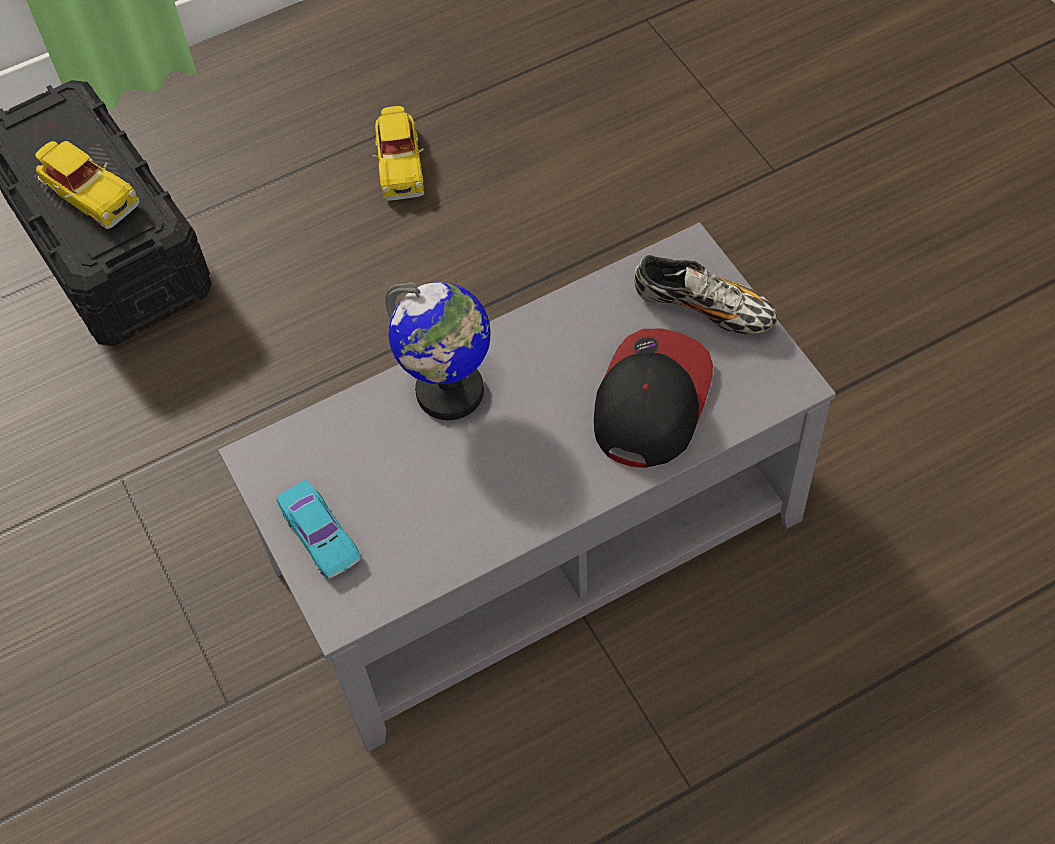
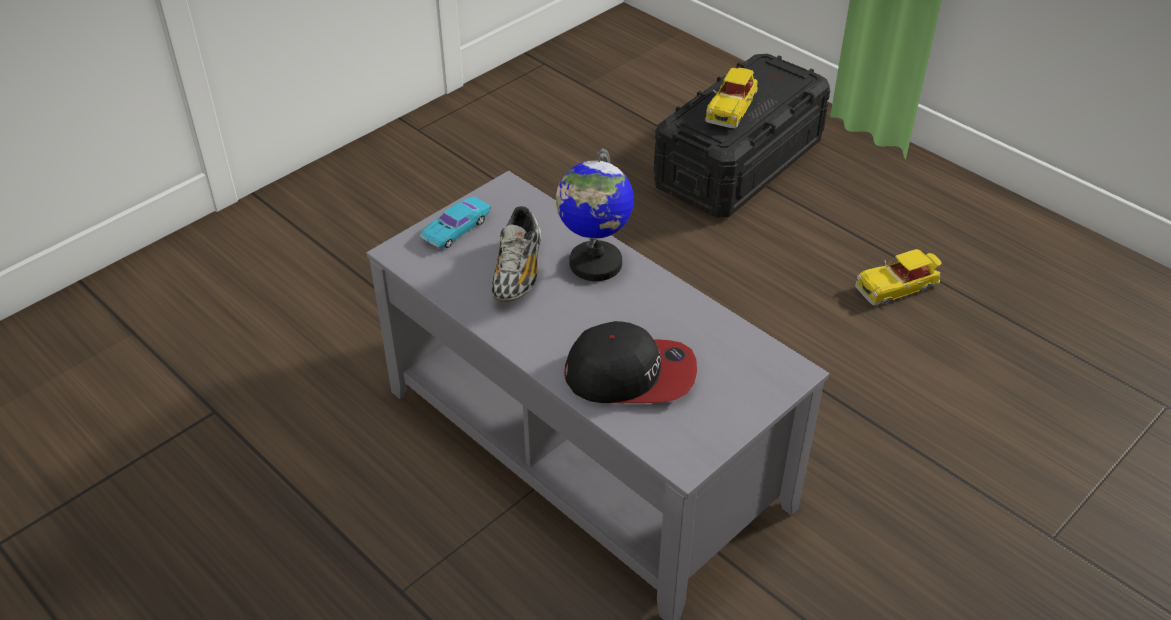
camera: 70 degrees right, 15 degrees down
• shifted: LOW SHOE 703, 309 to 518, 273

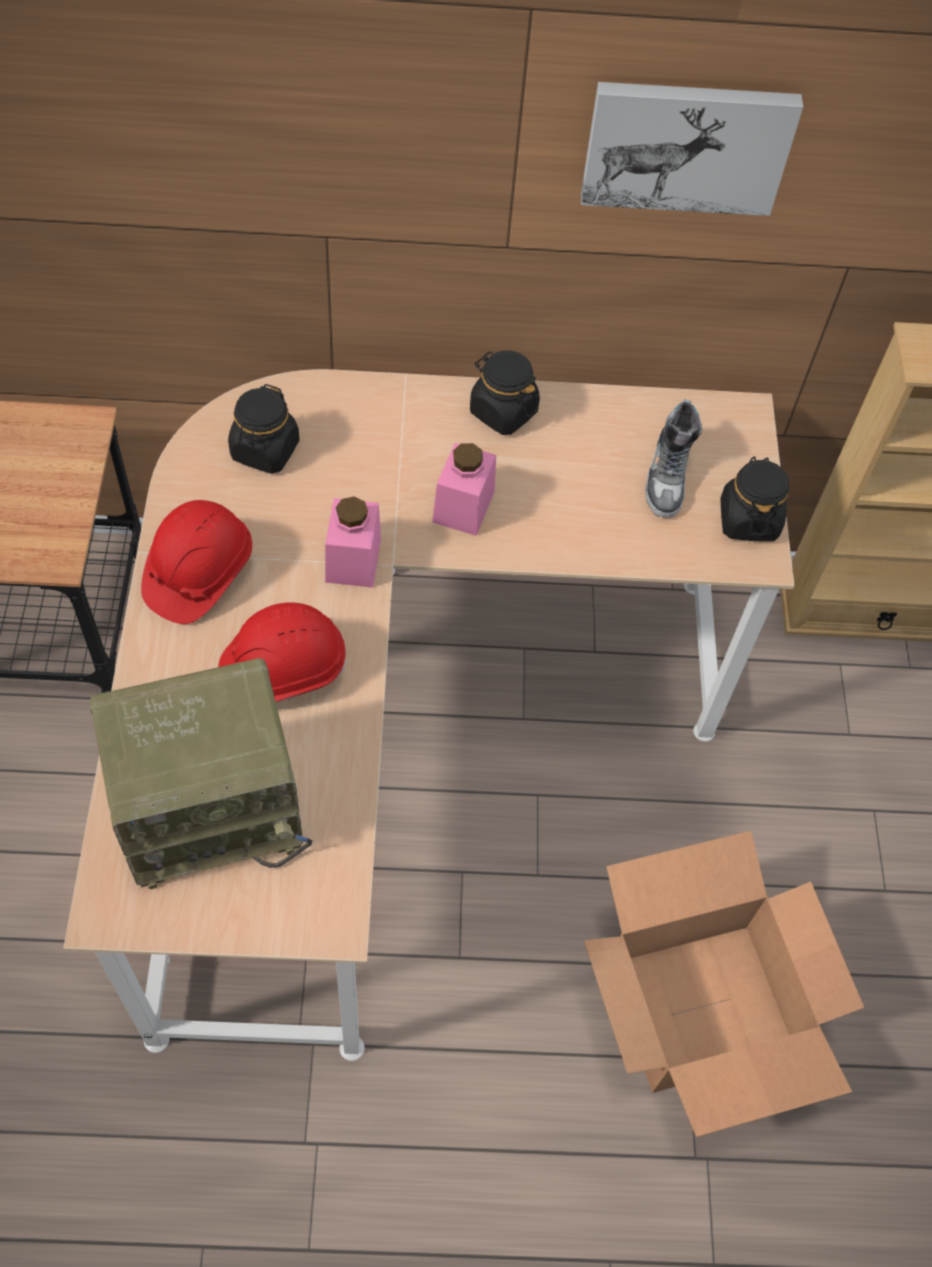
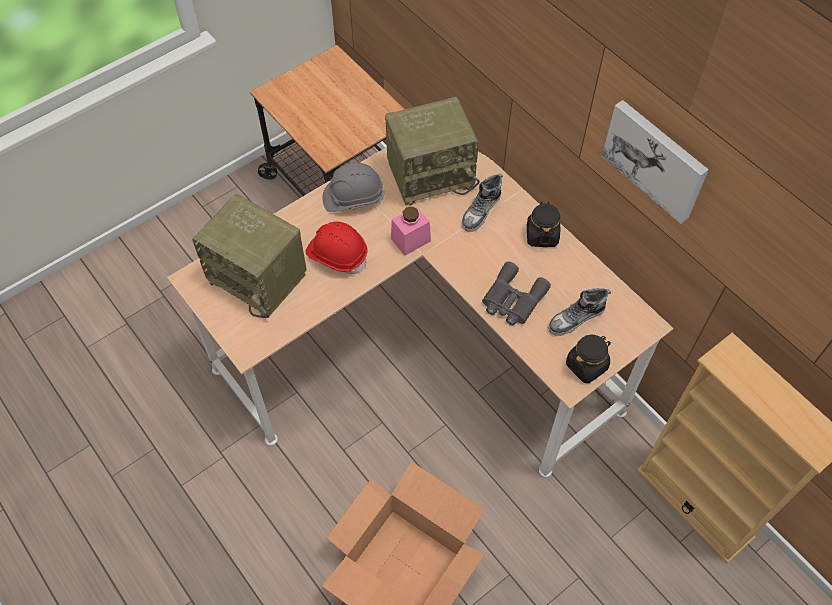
camera: 55 degrees right, 0 degrees up
• gone: PINKISH STORAGE JAR 463, 506
• new: LOW SHOE 481, 211
• new: GRAY BINOCULARS 512, 300
• swapped: BLACKISH STORAGE JAR 265, 450 to RADIO 431, 173
• repainted: REDDISH HARD HAT 198, 573 to GRAY HARD HAT 353, 197

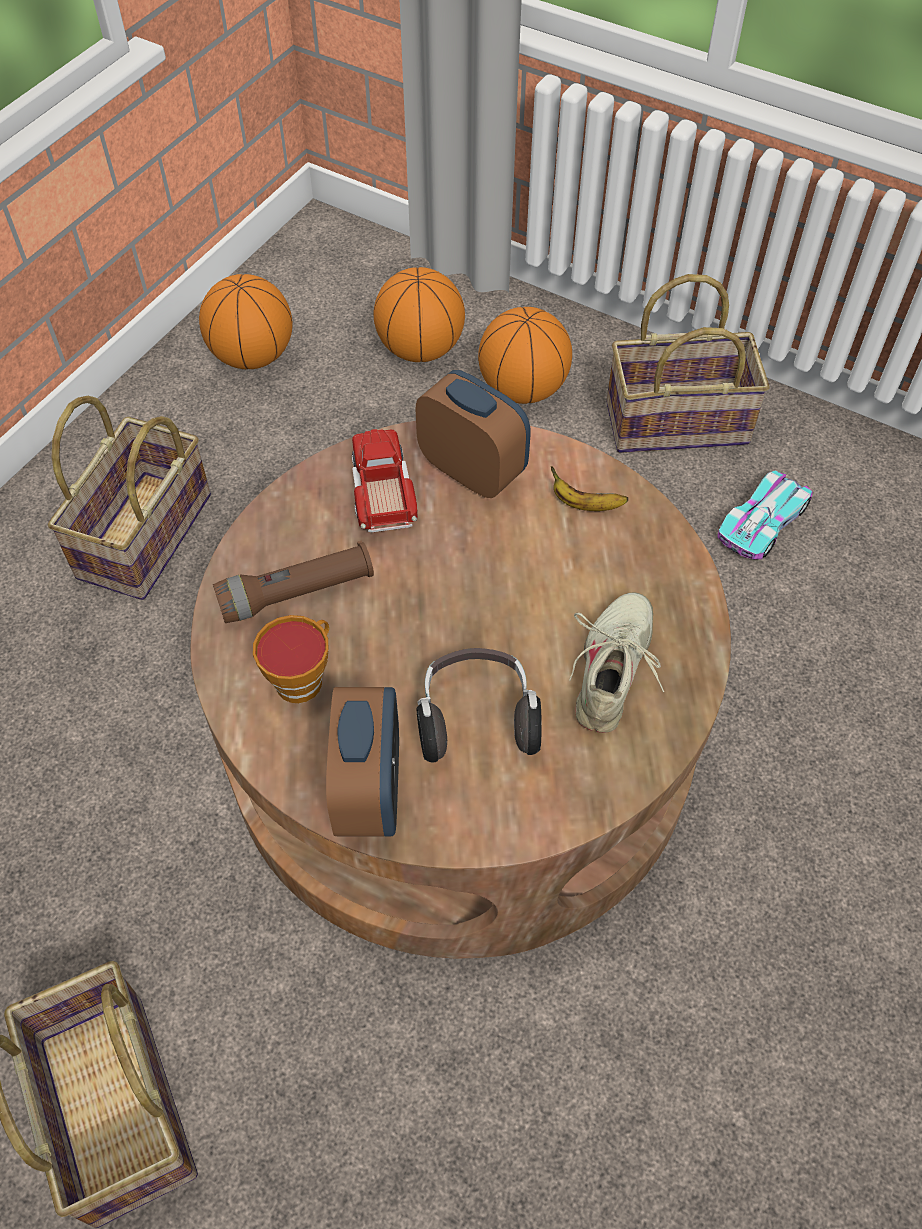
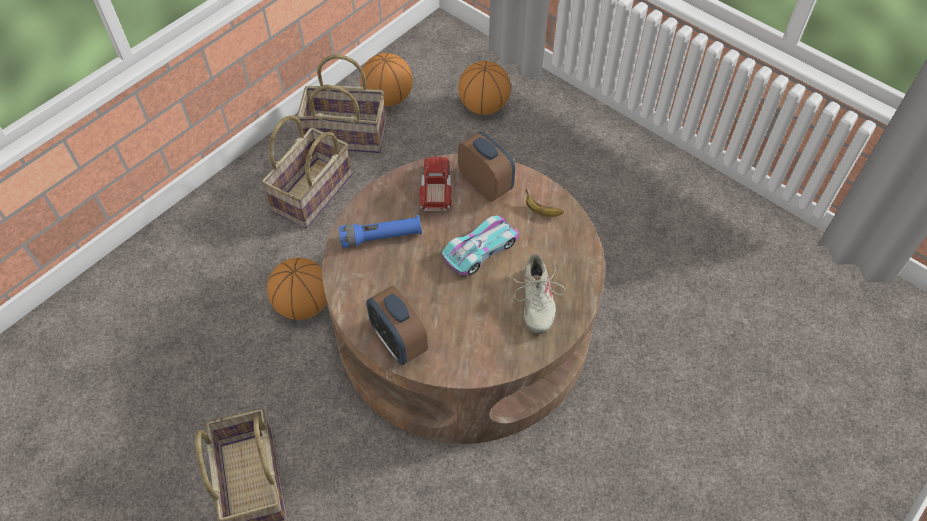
camera: 10 degrees right, 0 degrees up
• gone: DRINKING CUP 302, 678
• gone: HEADPHONES 477, 717
• shifted: BALL FOR BASKETBALL 523, 389 to 303, 305
• shifted: BASKET 677, 421 to 347, 135
• shifted: MINIATURE CAR 763, 521 to 481, 249
• repainted: BROWNISH HAND TORCH 297, 593 to BLUISH HAND TORCH 381, 237
• rotated: TABLE CLOCK 369, 791 = 398, 342 135 degrees clockwise
• rotated: BEIGE-COLOURED LOW SHOE 613, 671 = 536, 301 150 degrees clockwise

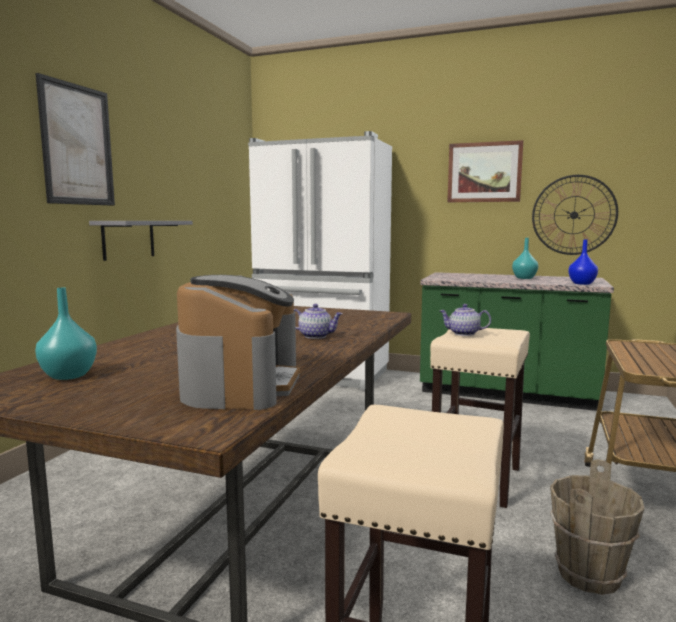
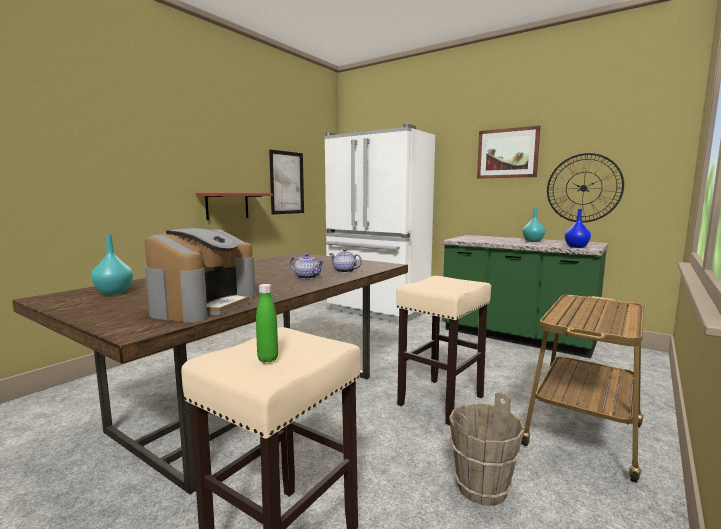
camera: 15 degrees right, 0 degrees up
• new: GREEN DRINK BOTTLE 268, 359
• shifted: WALL ART 77, 145 to 287, 182
• shifted: TEAPOT 463, 334 to 344, 271
• repainted: GRAY BRACKET SHELF 128, 239 to REDDISH BRACKET SHELF 227, 206

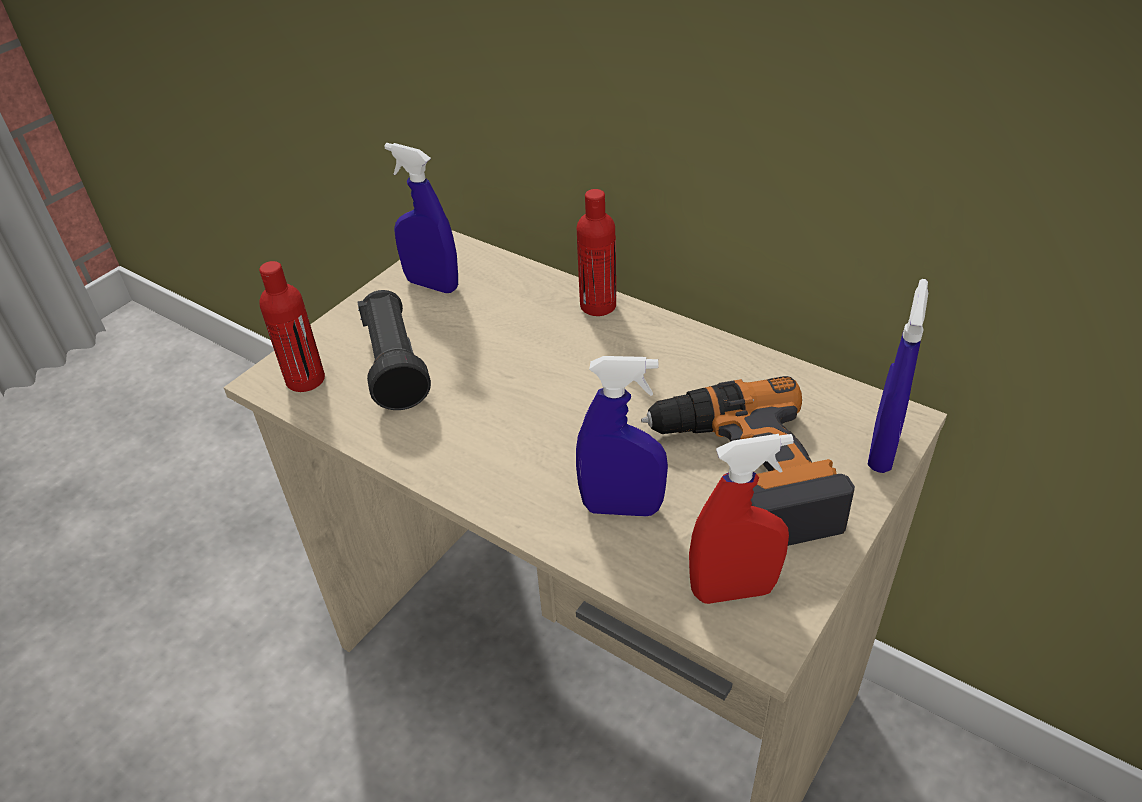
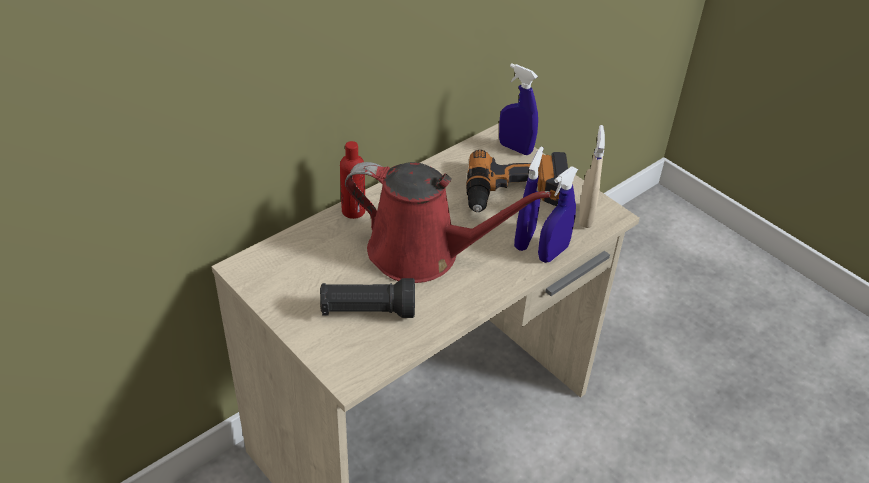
camera: 80 degrees left, 0 degrees up
• gone: REDDISH DRINK BOTTLE 305, 379
• new: REDDISH WATERING CAN 422, 253
• shifted: BLUISH HAND SPRAYER 432, 285 to 553, 253
• repainted: REDDISH HAND SPRAYER 733, 590 to BEIGE-COLOURED HAND SPRAYER 585, 216

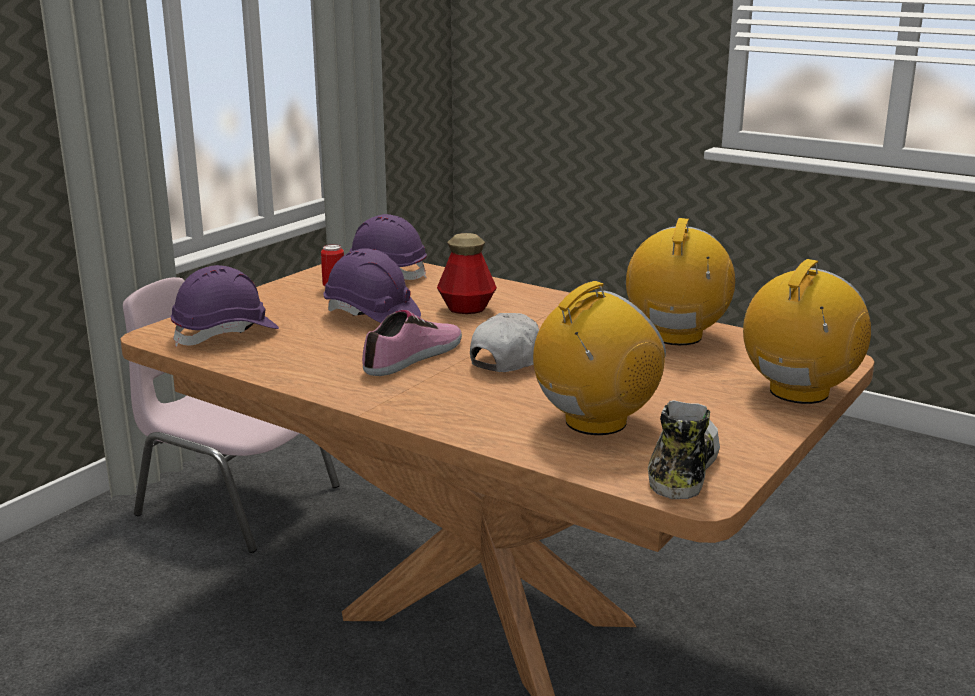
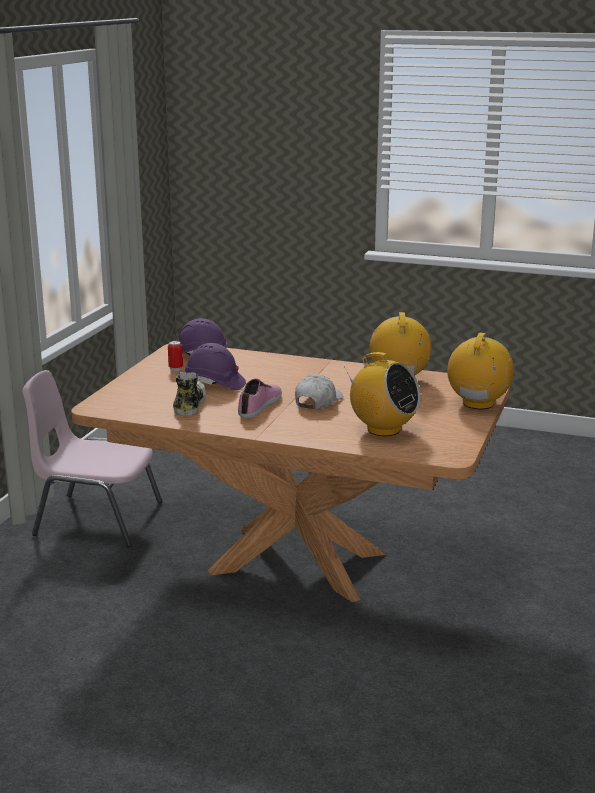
camera: 15 degrees left, 0 degrees up
• gone: PURPLISH HARD HAT 226, 334
• gone: DRINK BOTTLE 466, 309
• shifted: LOW SHOE 680, 470 to 188, 405
• rotated: RADIO 595, 422 = 383, 429 90 degrees clockwise

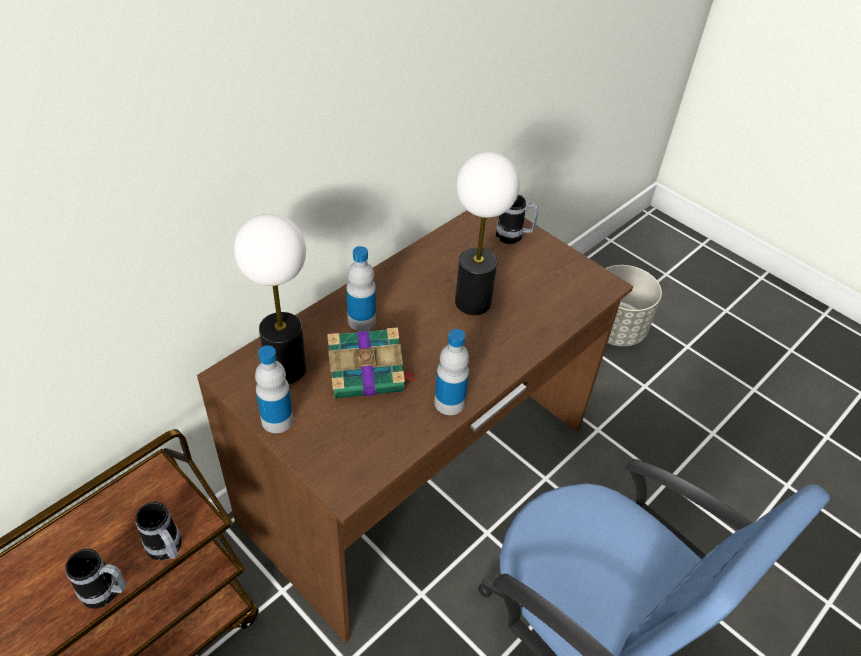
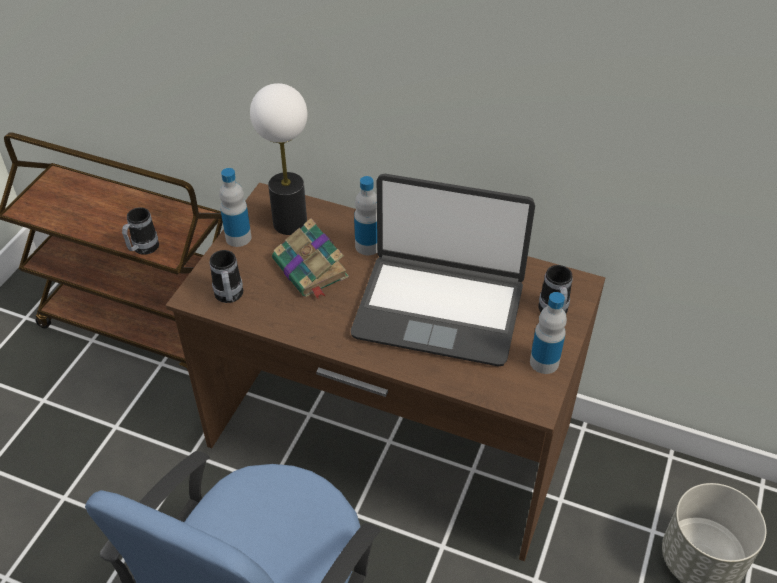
camera: 70 degrees right, 0 degrees up
• shifted: COFFEE MUG 106, 593 to 229, 297
• shifted: DRINK BOTTLE 449, 402 to 544, 362
• swapped: TABLE LAMP 472, 301 to NOTEBOOK COMPUTER 439, 308

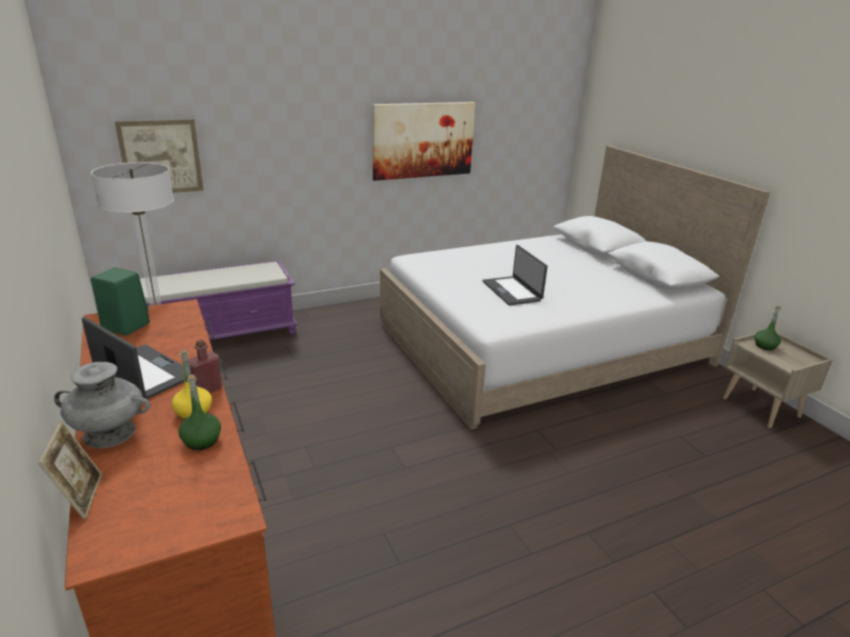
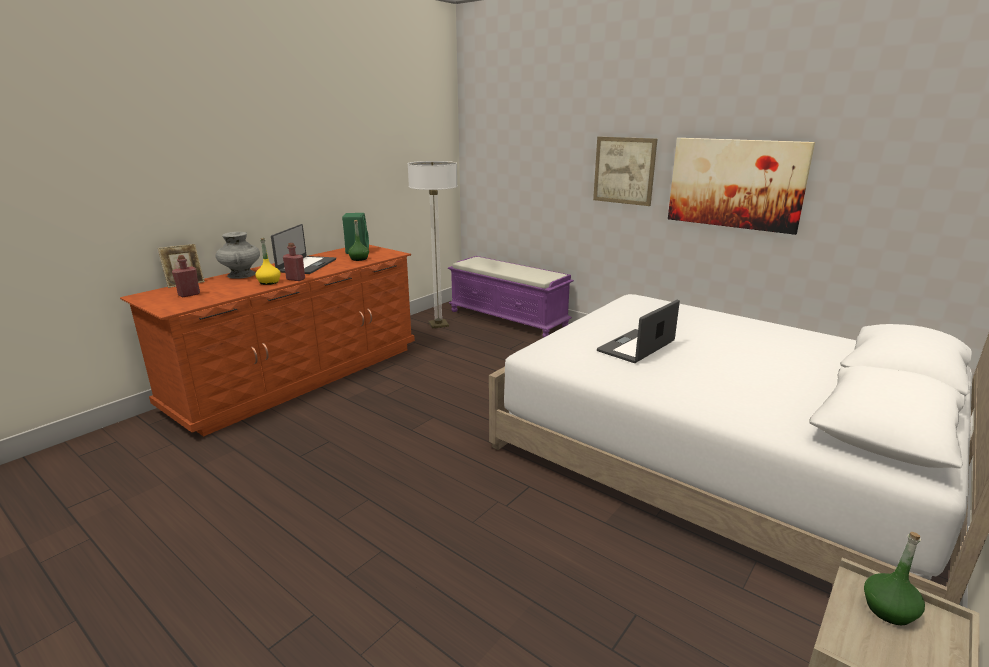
camera: 65 degrees right, 5 degrees down
• new: REDDISH DRINK BOTTLE 189, 294
• shifted: WALL ART 161, 157 to 624, 170
• shifted: GREEN DRINK BOTTLE 202, 441 to 359, 259

